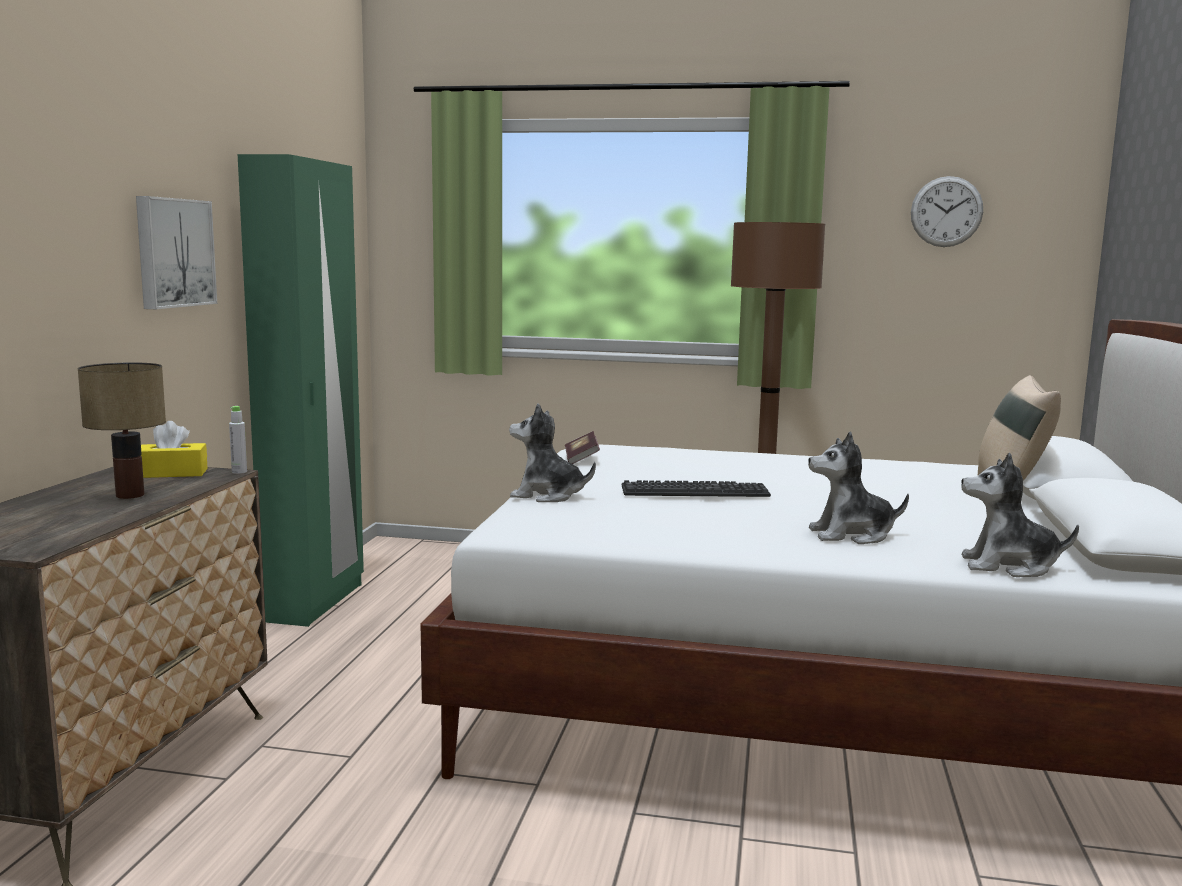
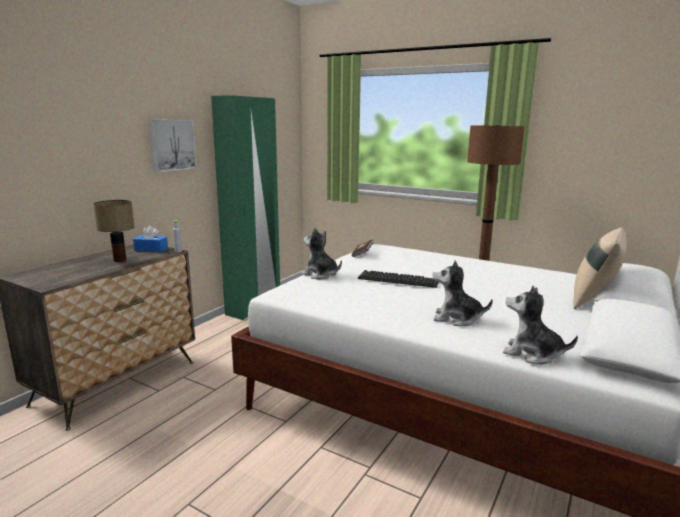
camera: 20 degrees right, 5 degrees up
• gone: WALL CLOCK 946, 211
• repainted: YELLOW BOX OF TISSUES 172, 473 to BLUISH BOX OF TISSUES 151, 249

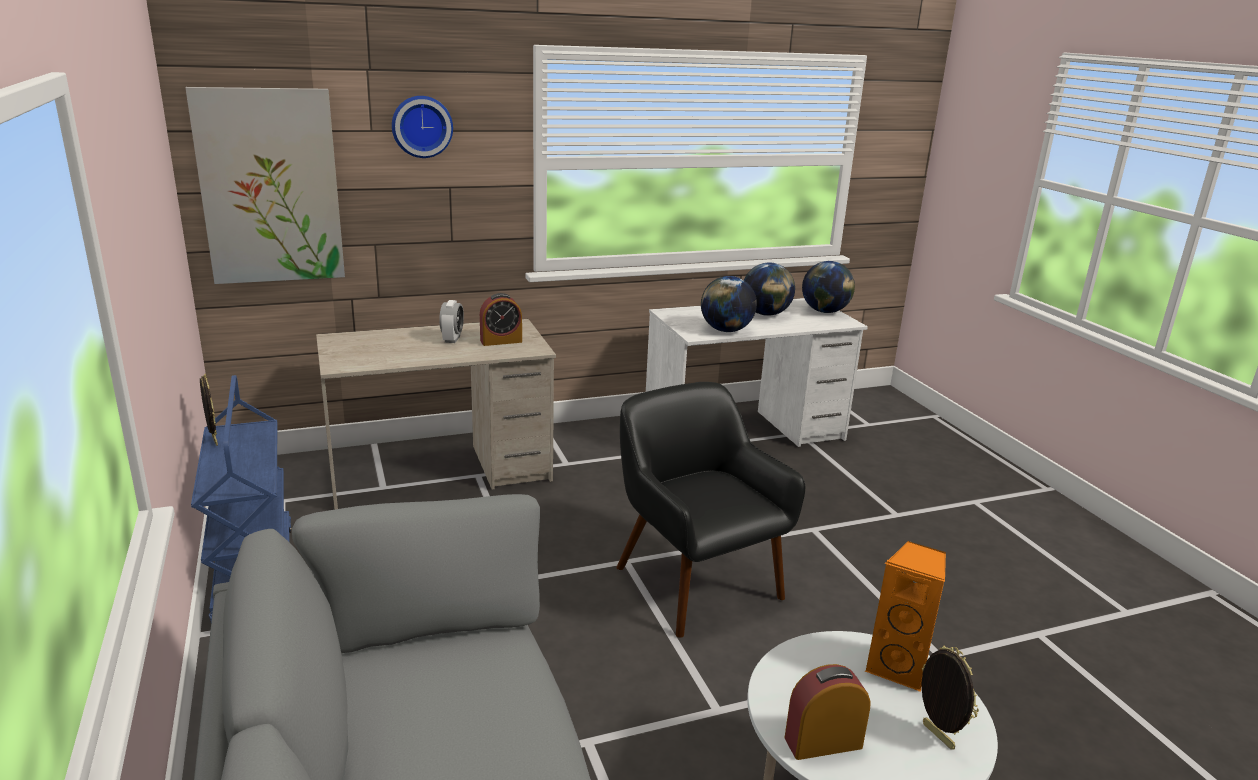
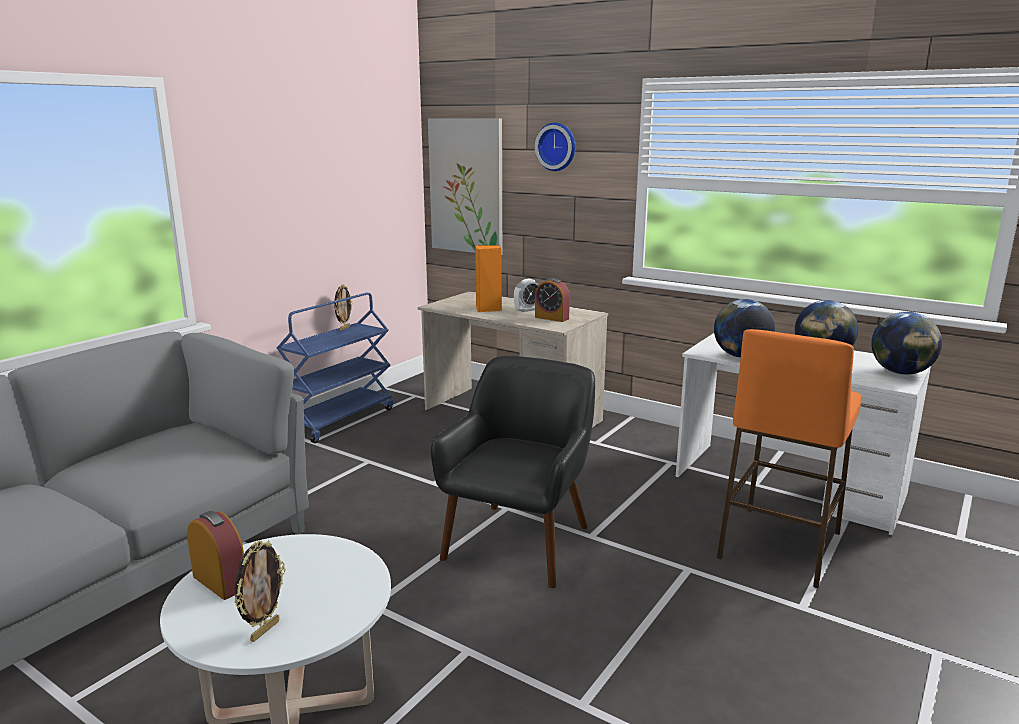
camera: 55 degrees right, 5 degrees down
• new: ORANGE-COLOURED STOOL 779, 545
• shifted: ORANGE-COLOURED LOUDSPEAKER 899, 668 to 488, 309

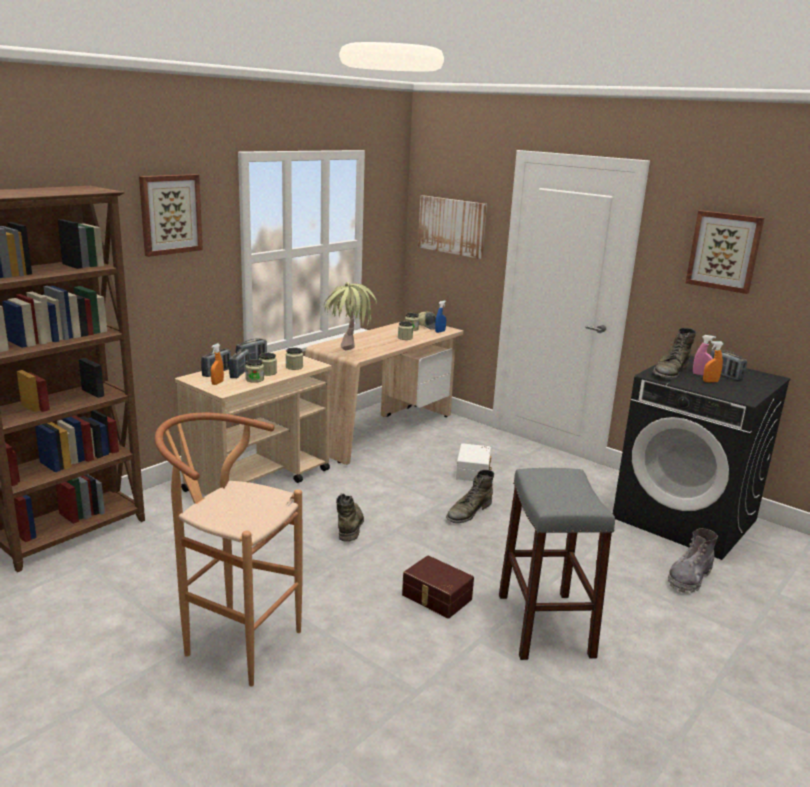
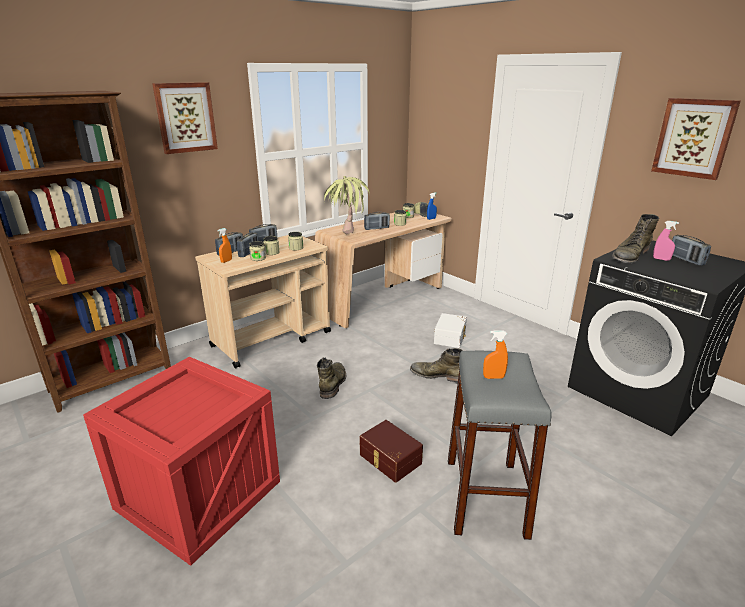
camera: 10 degrees right, 5 degrees up
• gone: WALL ART 452, 226
• gone: GRAY HIGH-TOP BOOT 689, 578
• new: RADIO 376, 228
• shifted: ORANGE-COLOURED HAND SPRAYER 710, 381 to 493, 377
• swapped: BROWNISH STOOL 233, 642 to CRATE 199, 493
• rotated: GREEN HIGH-TOP BOOT 468, 512 = 437, 375 60 degrees clockwise

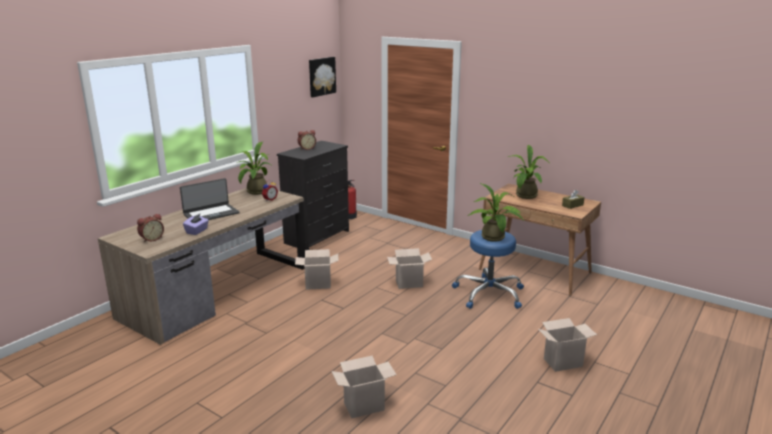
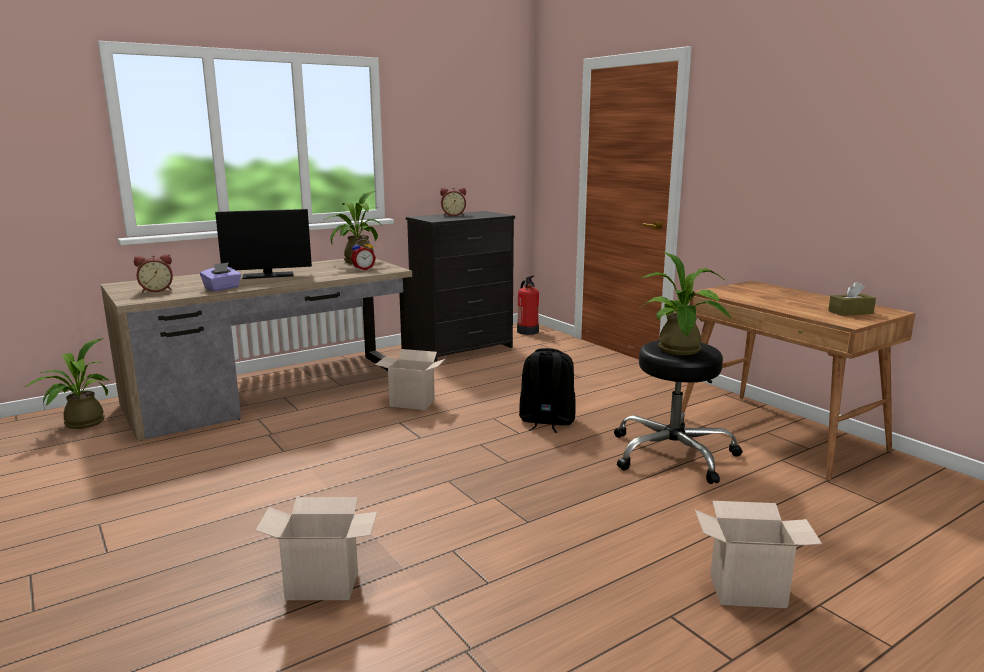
camera: 20 degrees right, 5 degrees down
• gone: WALL ART 321, 76
• shifted: PLANT IN A POT 525, 196 to 79, 424
• swapped: NOTEBOOK COMPUTER 211, 213 to COMPUTER SCREEN 268, 275
• swapped: PACKING BOX 408, 284 to BLACKISH KNAPSACK 546, 421
• repainted: BLUISH STOOL 489, 293 to BLACKISH STOOL 673, 454

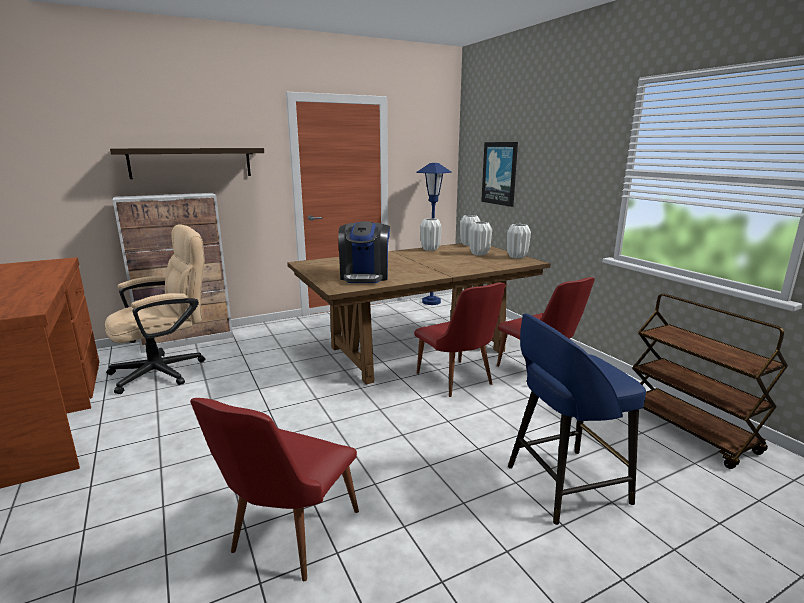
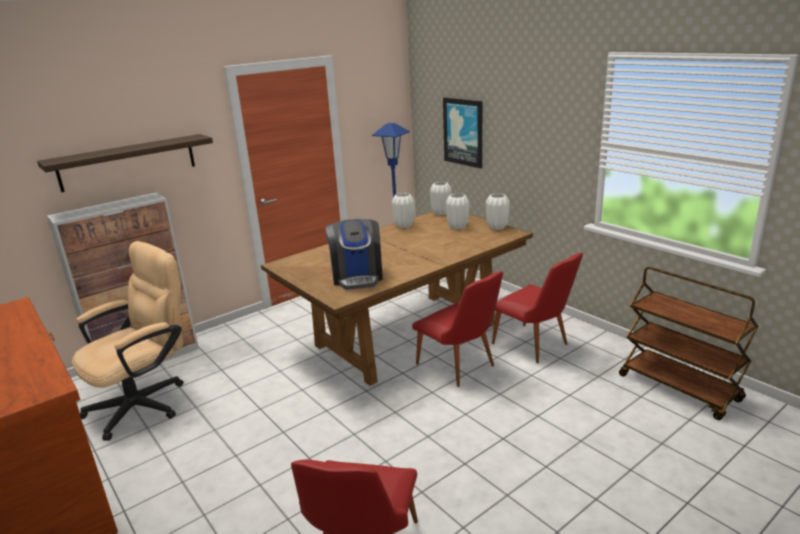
camera: 10 degrees left, 5 degrees up
• gone: BLUISH STOOL 563, 485

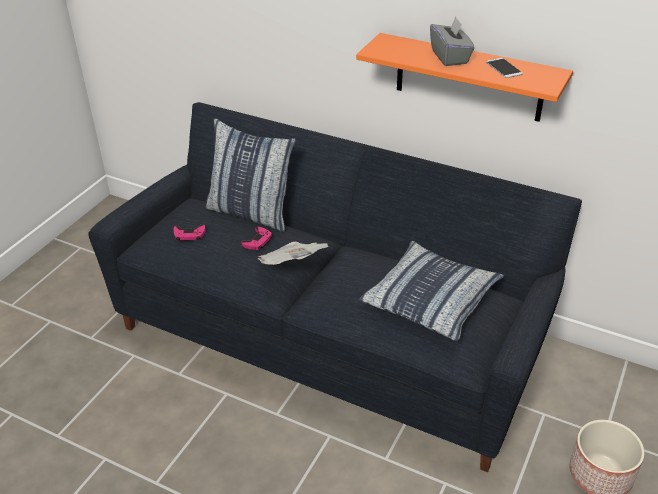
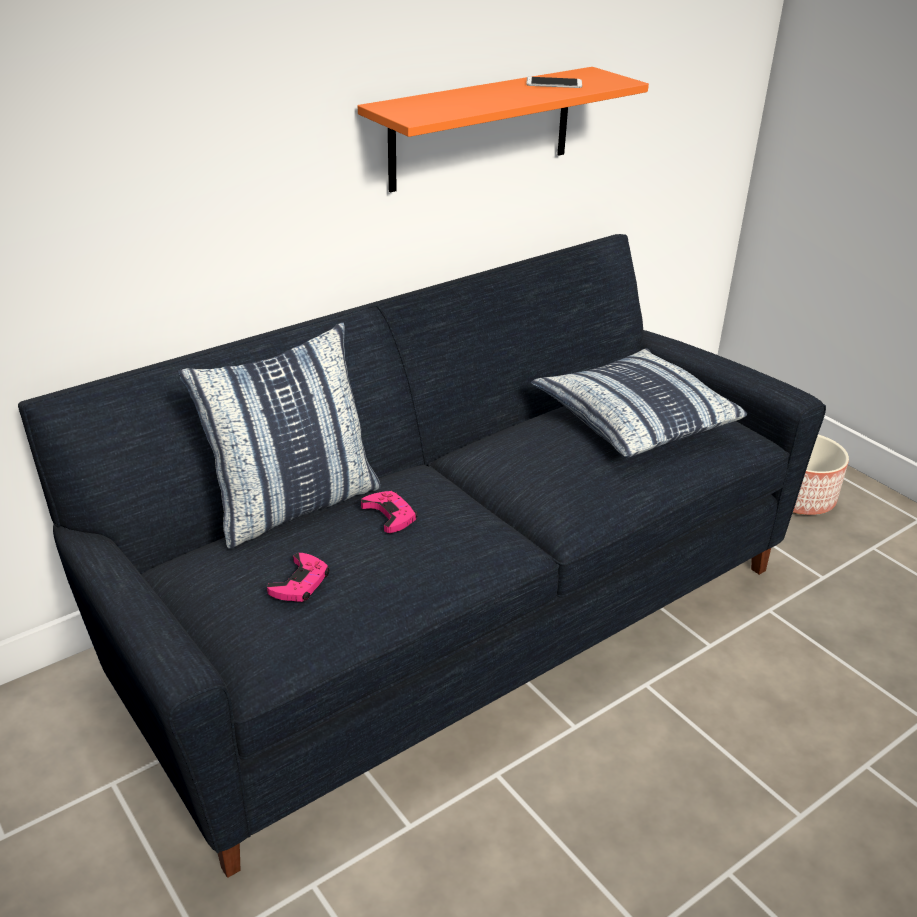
camera: 65 degrees left, 5 degrees down
• gone: NEWSPAPER 293, 267
• gone: GRAY BOX OF TISSUES 450, 57

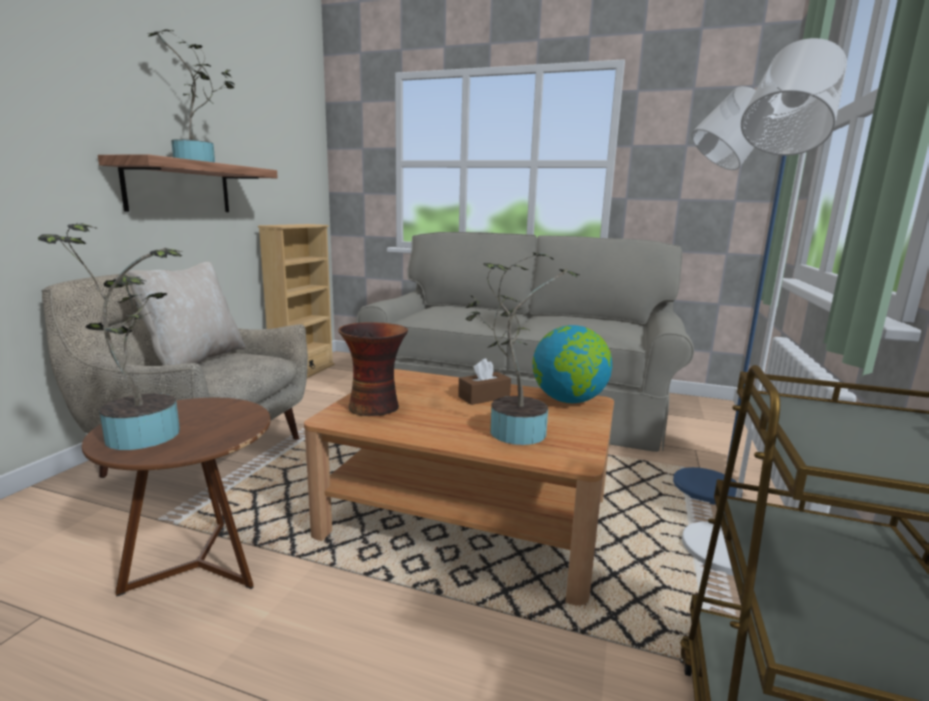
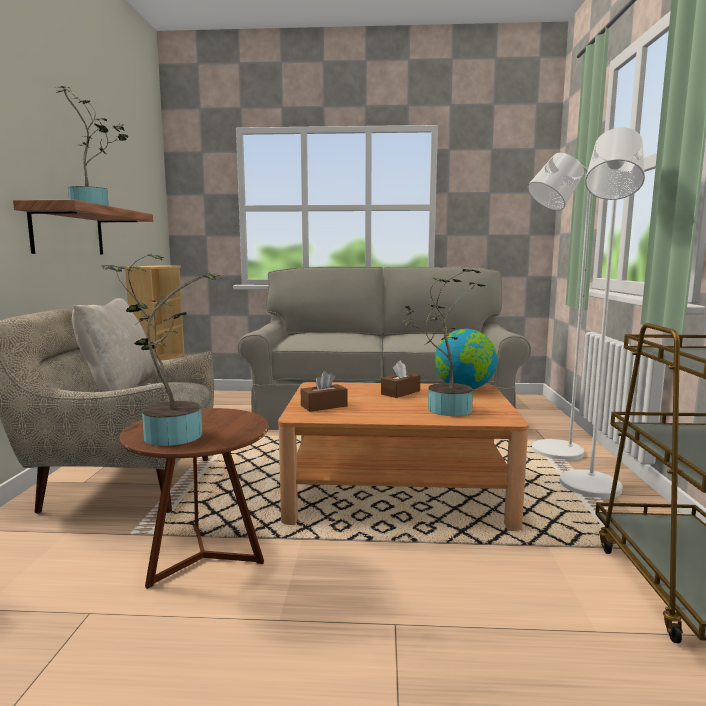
camera: 15 degrees left, 5 degrees down
• swapped: VASE 375, 407 to BROWNISH BOX OF TISSUES 324, 406
• repainted: BLUISH STANDARD LAMP 693, 487 to WHITE STANDARD LAMP 548, 452

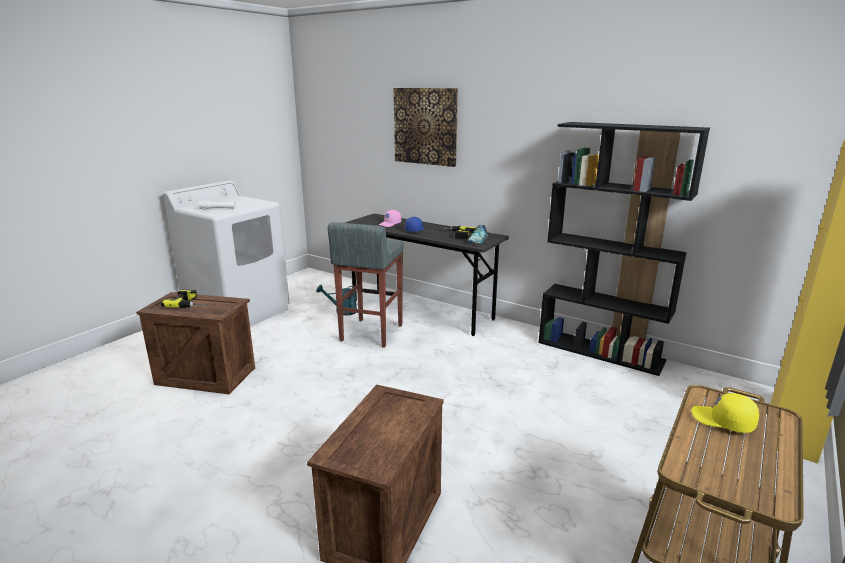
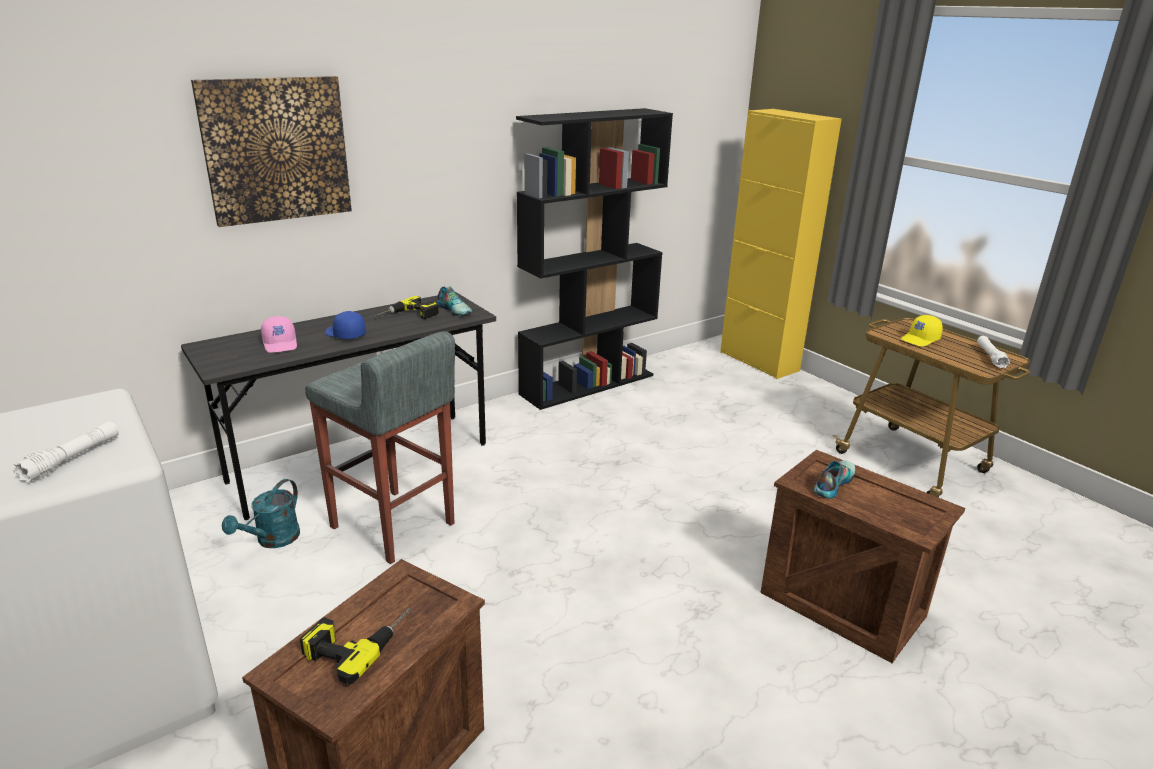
camera: 70 degrees left, 5 degrees up
• new: LOW SHOE 832, 483
• new: WHITE HAND TORCH 990, 357

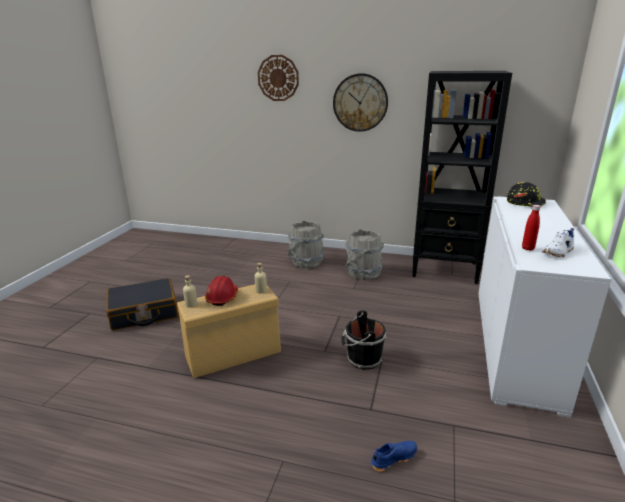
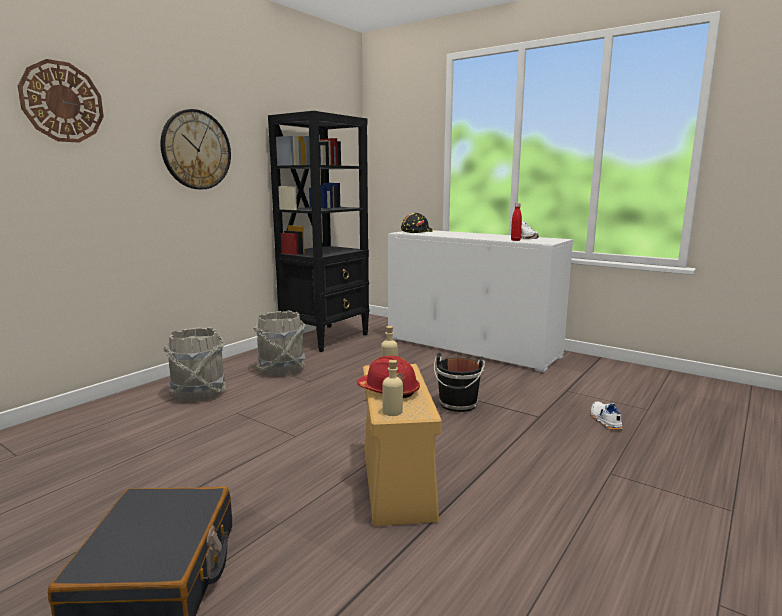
camera: 70 degrees left, 10 degrees down
• repainted: BLUISH LOW SHOE 392, 458 to WHITE LOW SHOE 604, 421

